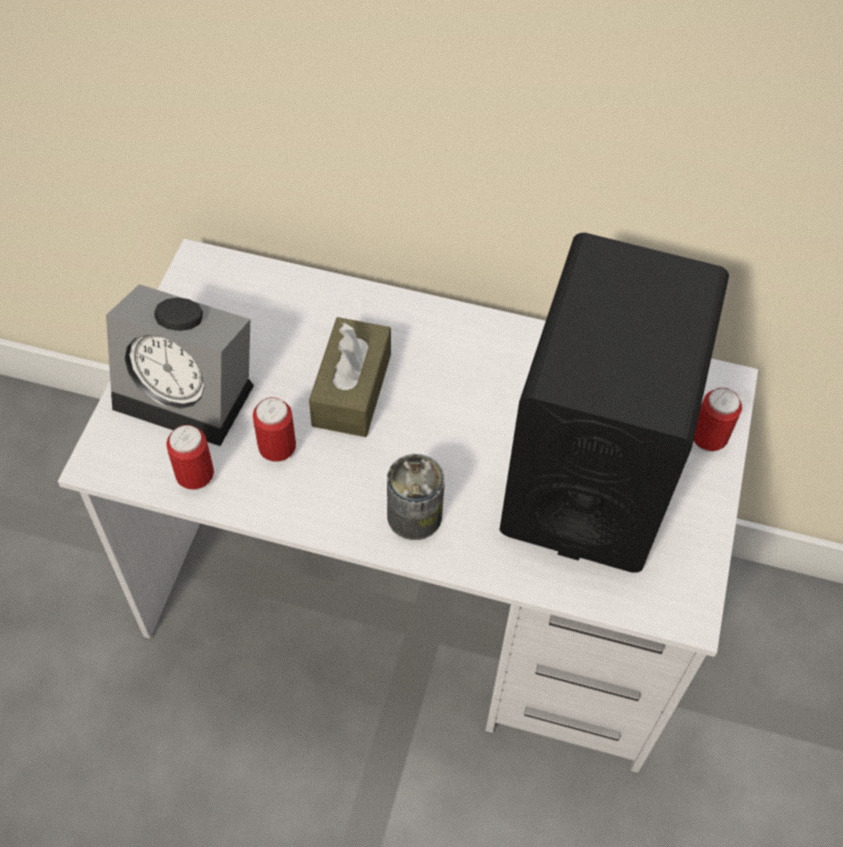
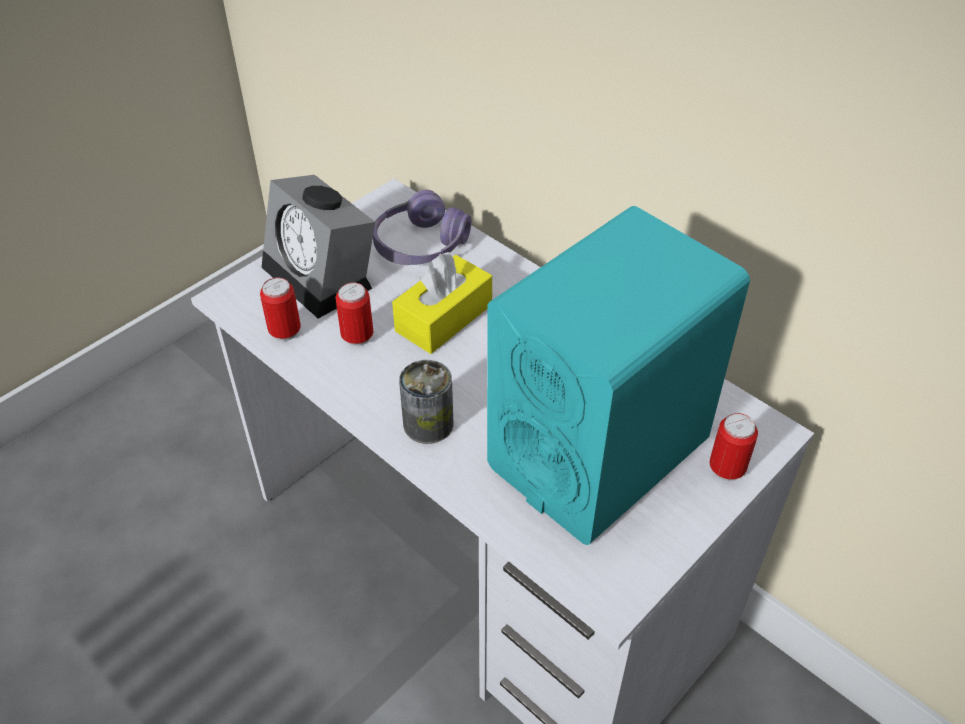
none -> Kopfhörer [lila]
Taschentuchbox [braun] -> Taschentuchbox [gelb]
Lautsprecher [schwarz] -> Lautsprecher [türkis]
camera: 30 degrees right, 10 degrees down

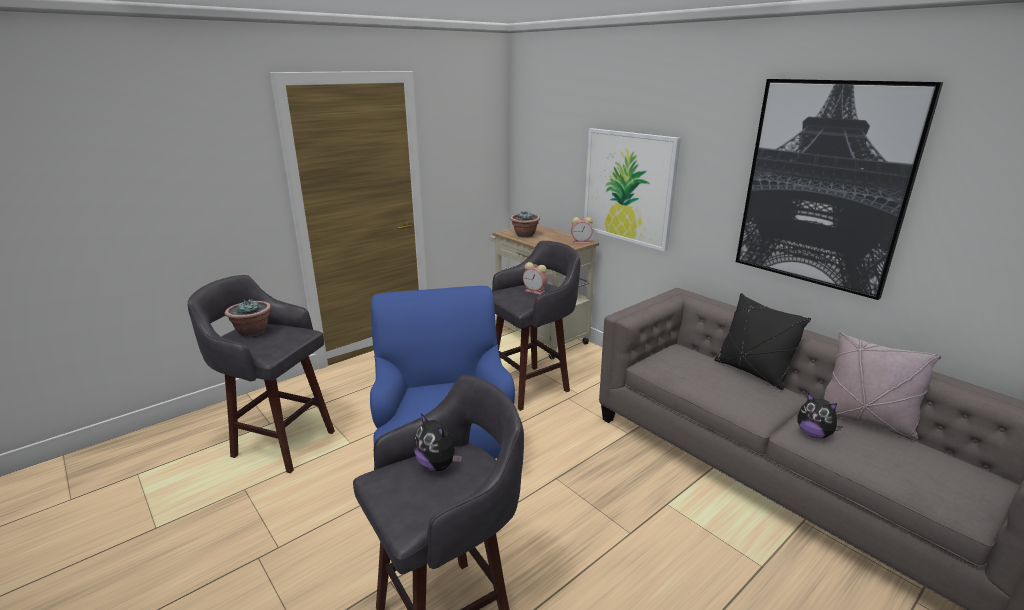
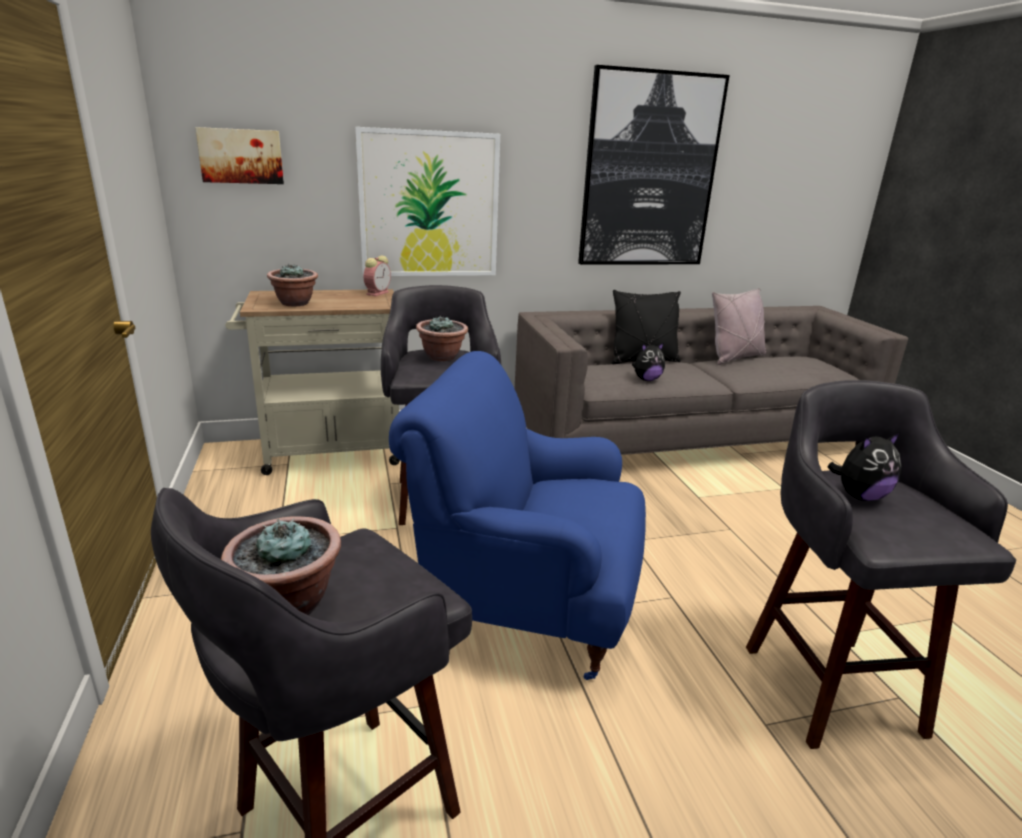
none -> Bild (1st from left)
Plüschtier (2nd from left in the first image) -> Plüschtier (1st from left), moved
Wecker (1st from left) -> Topfpflanze (3rd from left)
camera: 65 degrees left, 0 degrees up

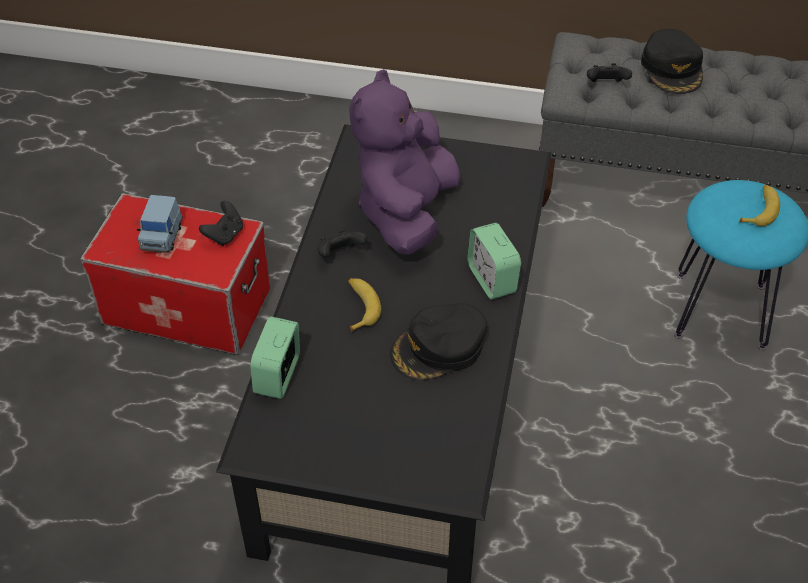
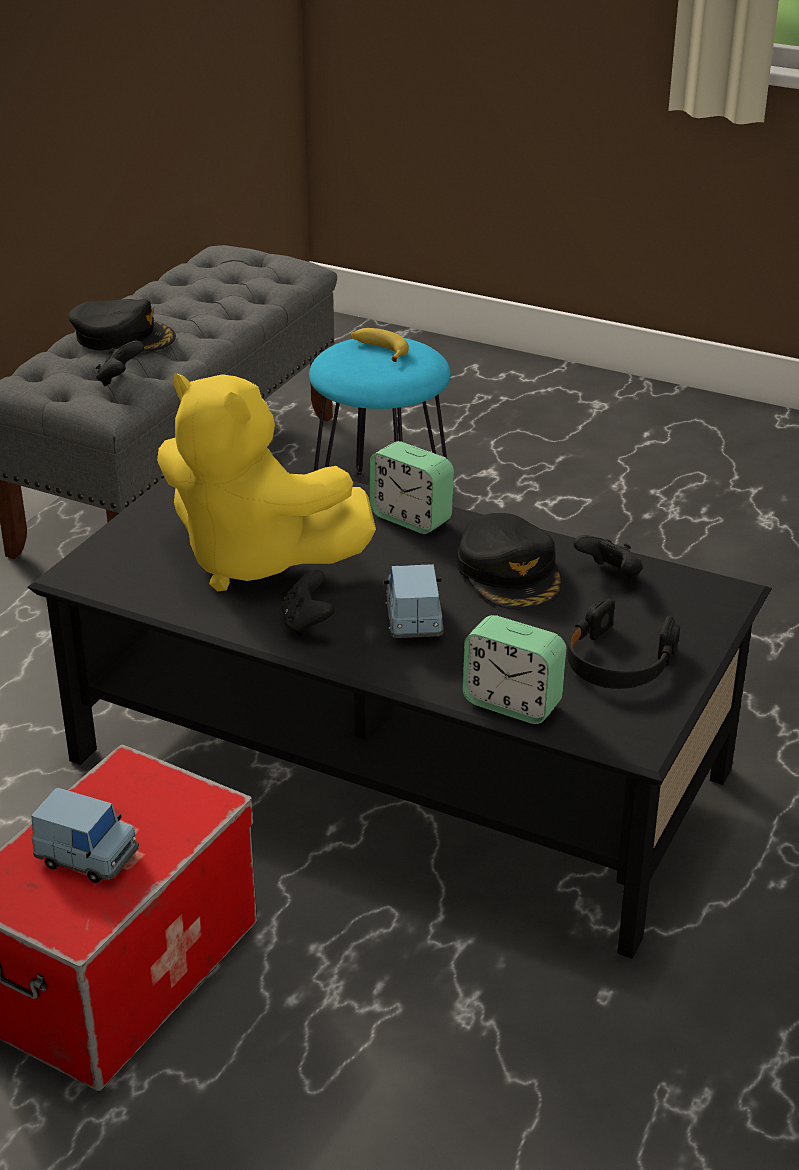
none -> Kopfhörer [schwarz]
Gamepad [schwarz] (1st from left in the first image) -> Gamepad [schwarz] (3rd from left), moved
Banane (1st from left) -> Spielzeugauto [blau] (2nd from left)
Plüschtier [lila] -> Plüschtier [gelb]
Wecker (2nd from left in the first image) -> Wecker (1st from left), 45 degrees clockwise
camera: 75 degrees left, 15 degrees down

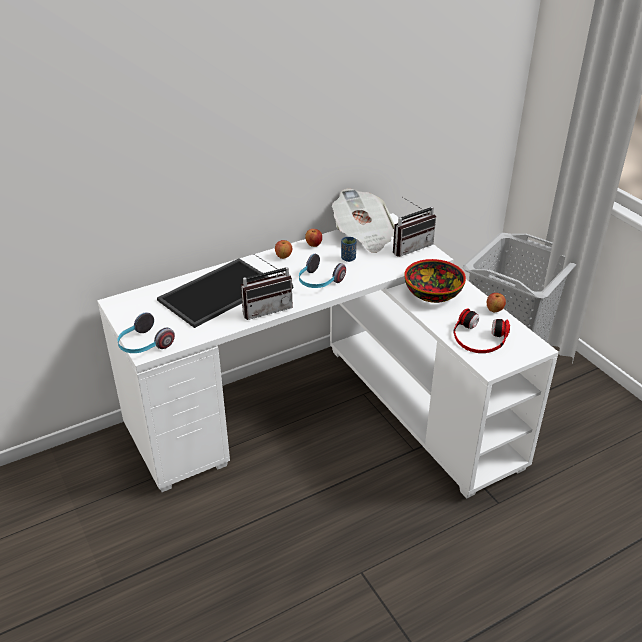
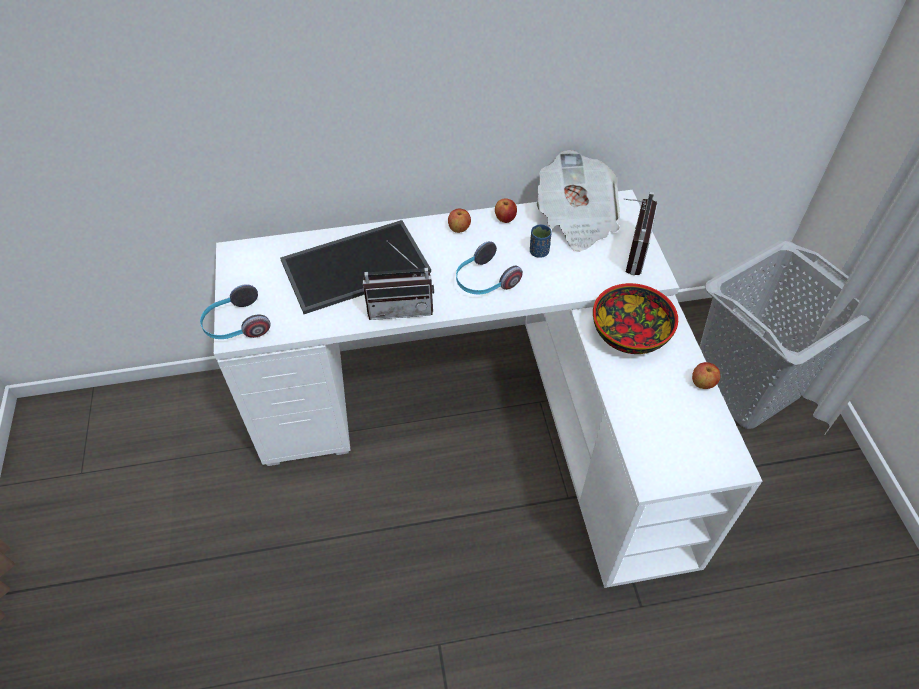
Kopfhörer (3rd from left) -> none
Radio (2nd from left), 60 degrees counterclockwise
camera: 20 degrees right, 15 degrees up

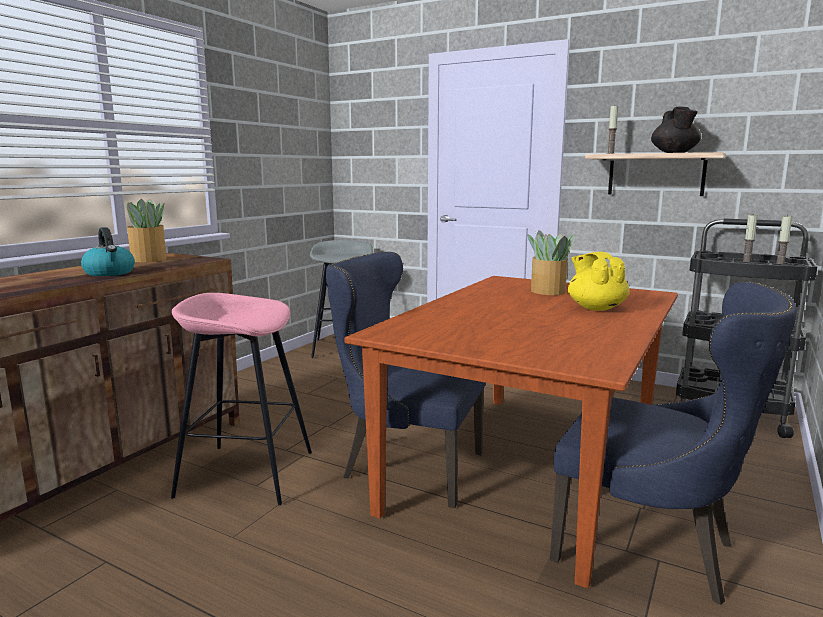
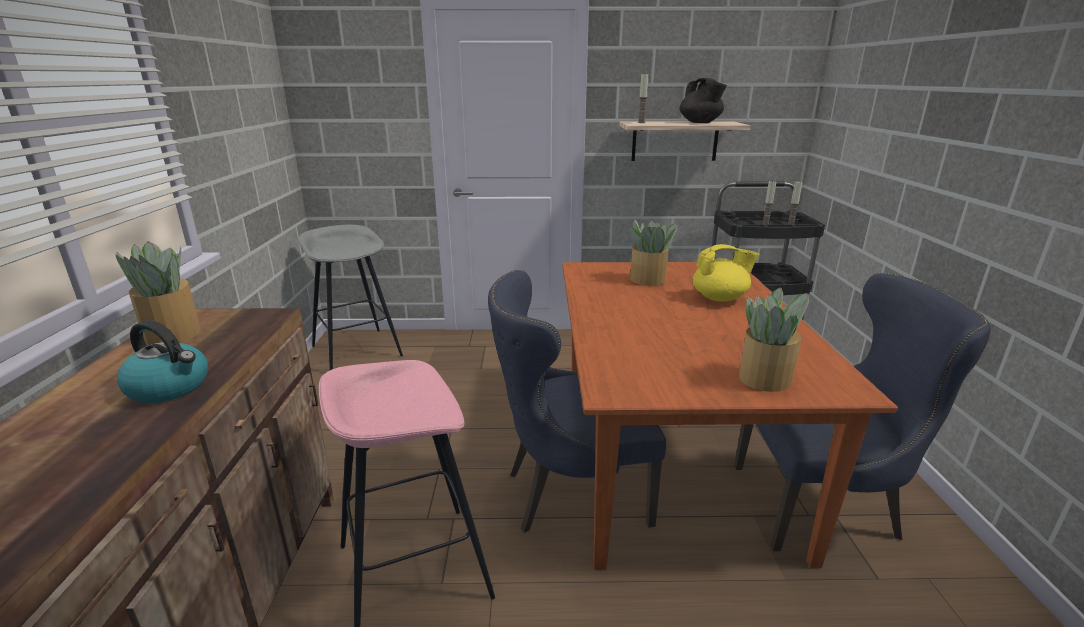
none -> Topfpflanze (3rd from left)
Teekanne [gelb], 135 degrees clockwise
camera: 30 degrees left, 10 degrees up

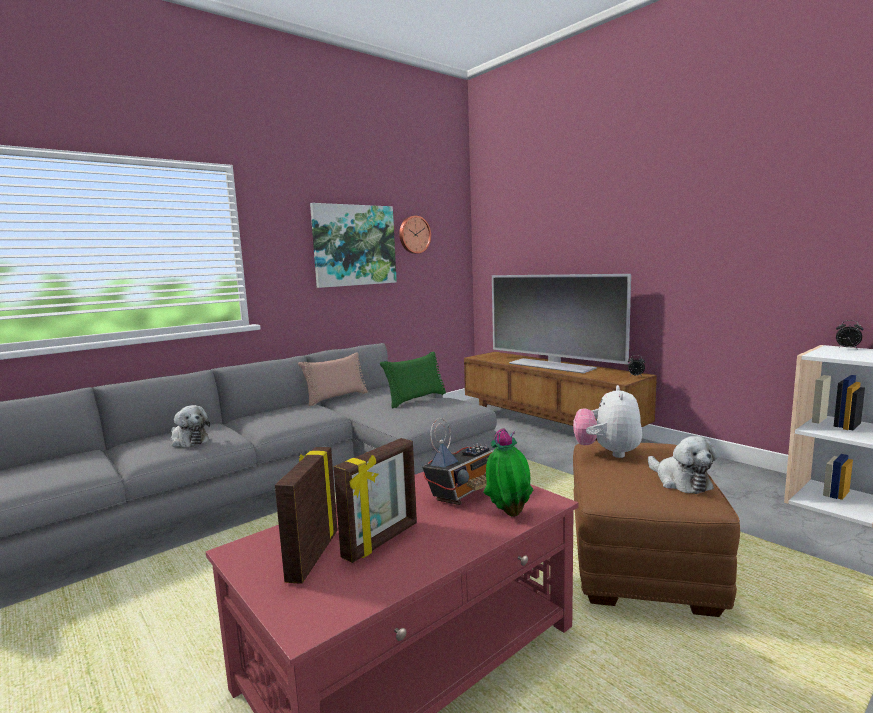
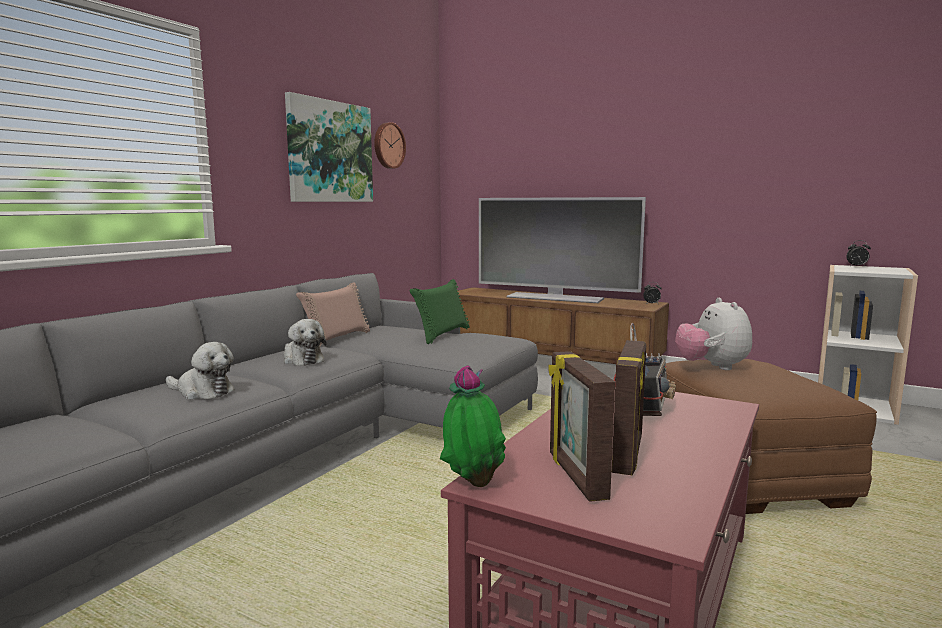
Topfpflanze, moved
Plüschtier (3rd from left in the first image) -> Plüschtier (2nd from left), moved
camera: 20 degrees left, 0 degrees up

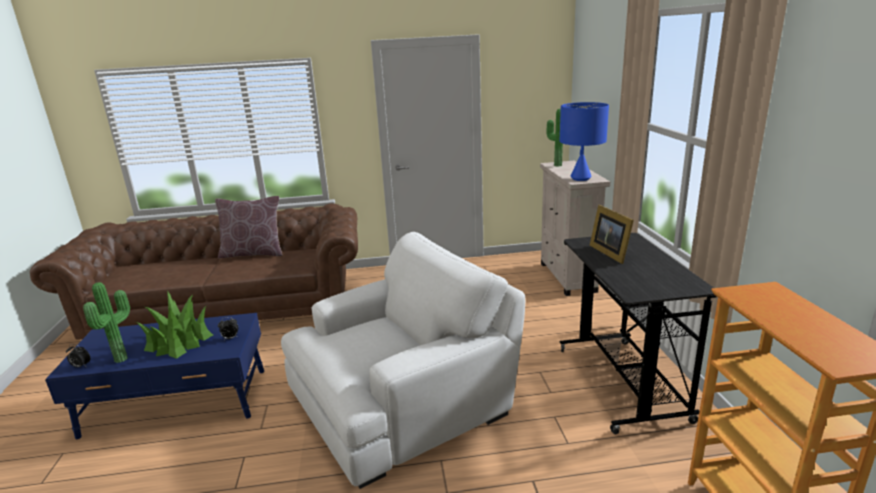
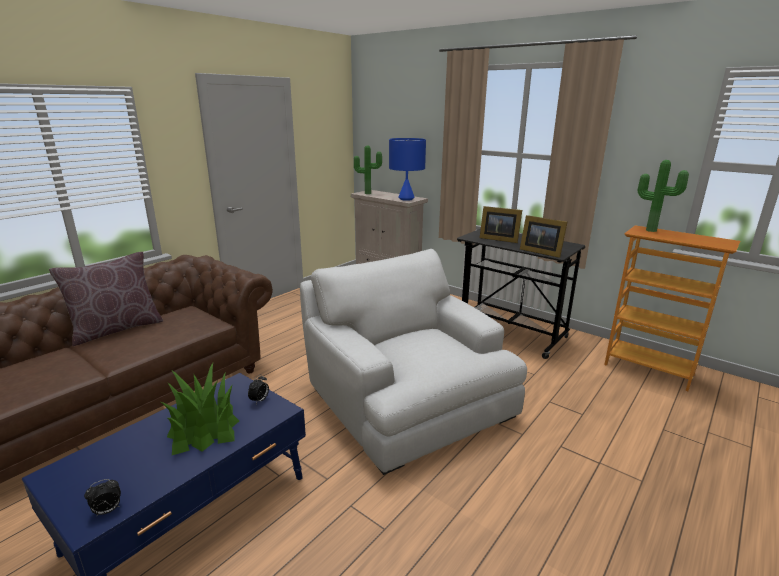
none -> Bilderrahmen (2nd from left)
Topfpflanze (1st from left in the first image) -> Topfpflanze (3rd from left), moved
Sessel [weiß], 45 degrees counterclockwise
camera: 45 degrees left, 0 degrees up

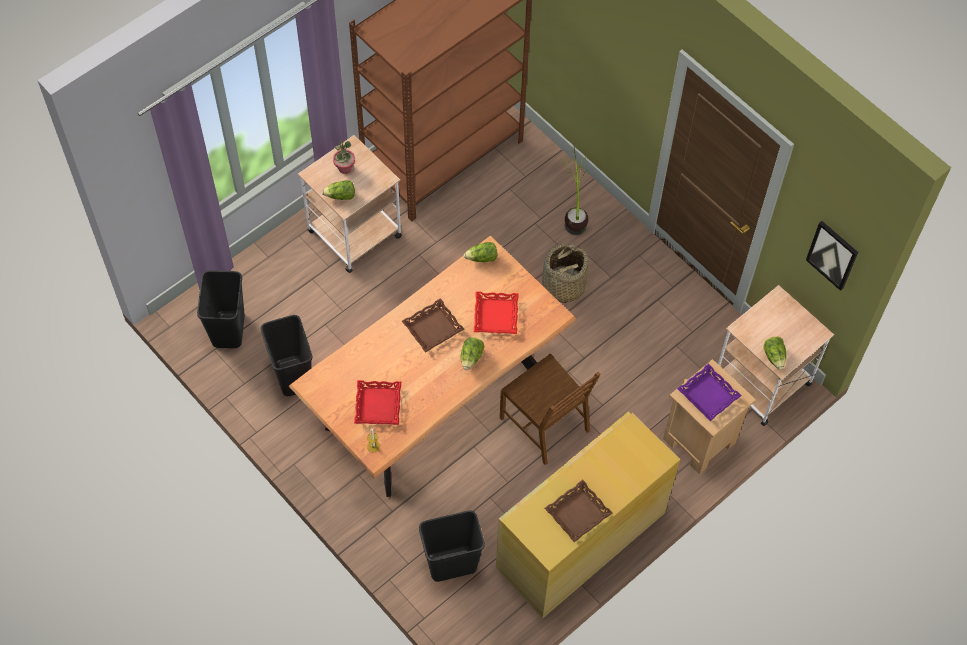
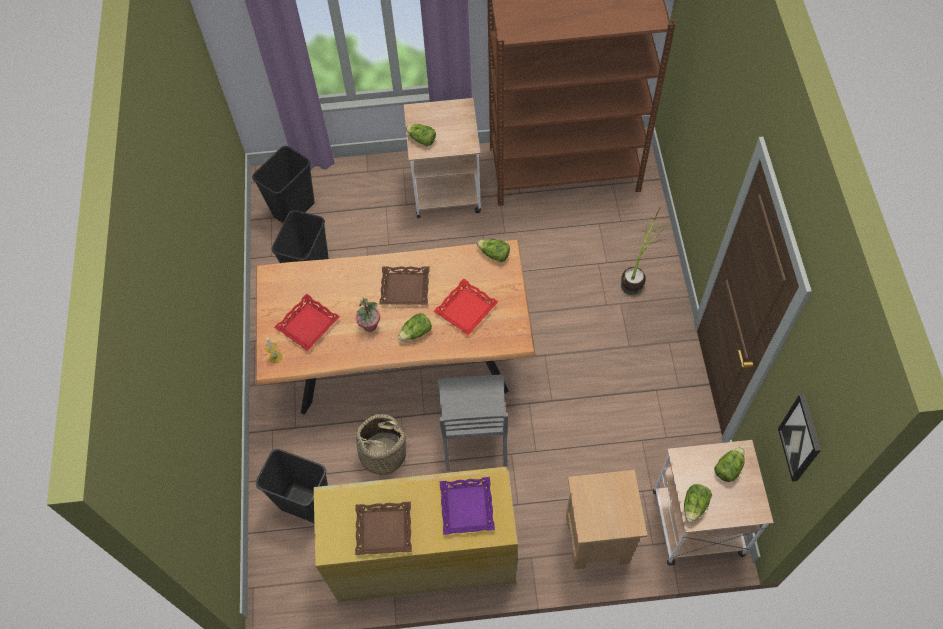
none -> Salatkopf (5th from left)
Topfpflanze (1st from left), moved
Korb, moved
Tablett [lila], moved
Stuhl [braun] -> Stuhl [grau]
camera: 40 degrees right, 0 degrees up

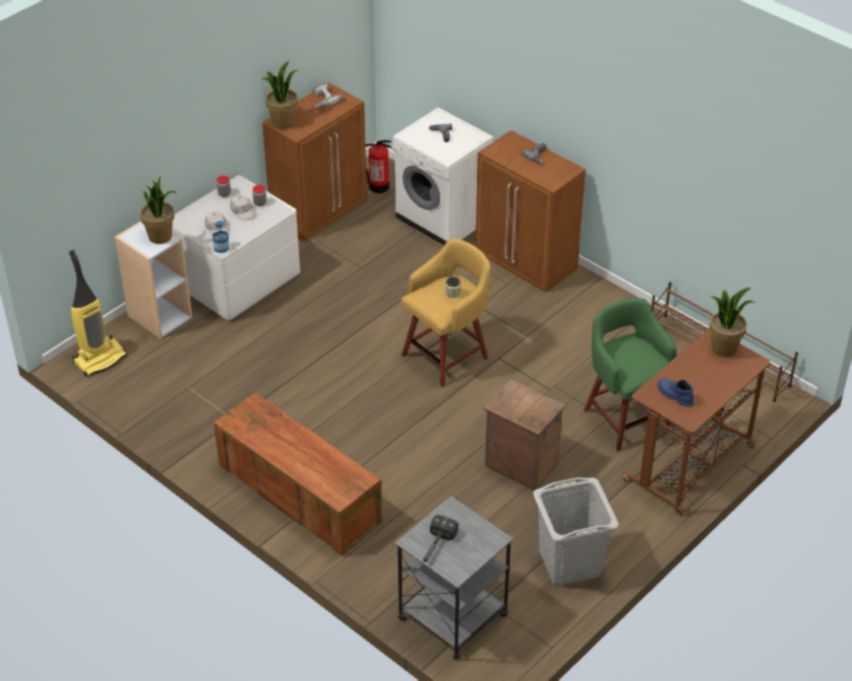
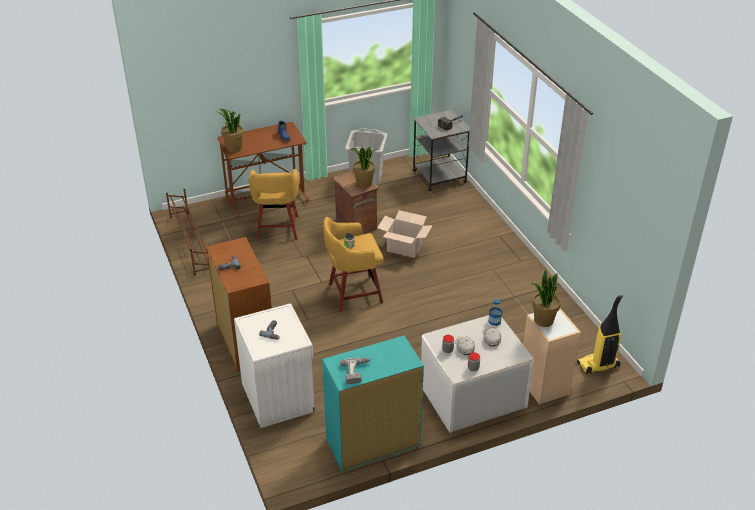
Bank [braun] -> none
Feuerlöscher -> none
none -> Karton
Topfpflanze (2nd from left), moved
Schrank [braun] (1st from left) -> Schrank [türkis]
Hocker [grün] -> Hocker [gelb] (1st from left)
camera: 155 degrees left, 5 degrees down

